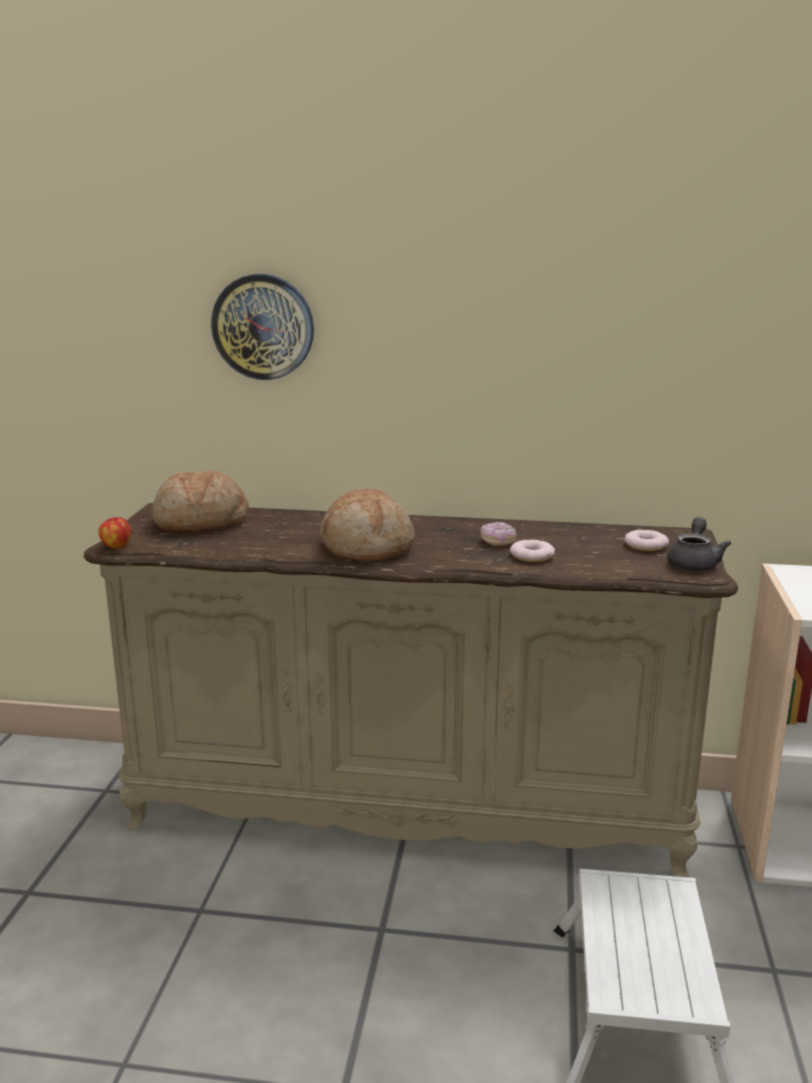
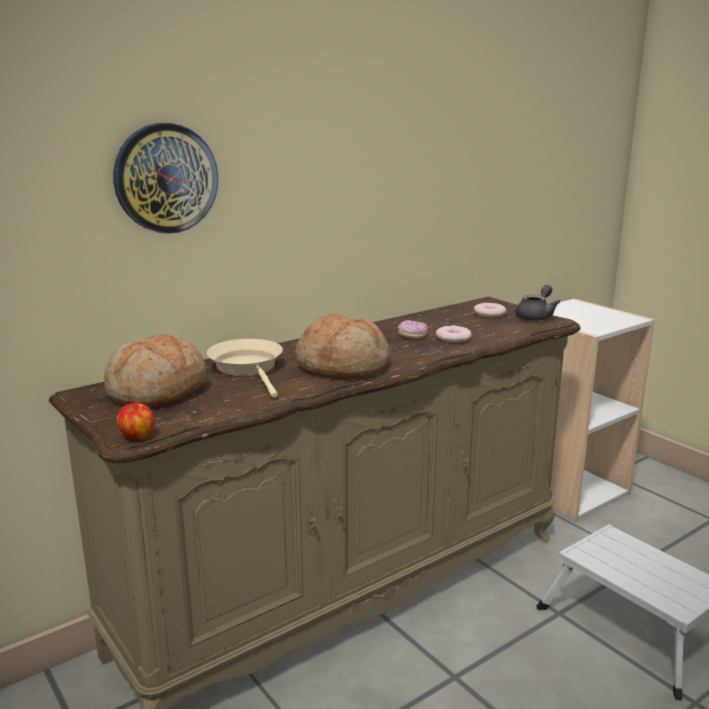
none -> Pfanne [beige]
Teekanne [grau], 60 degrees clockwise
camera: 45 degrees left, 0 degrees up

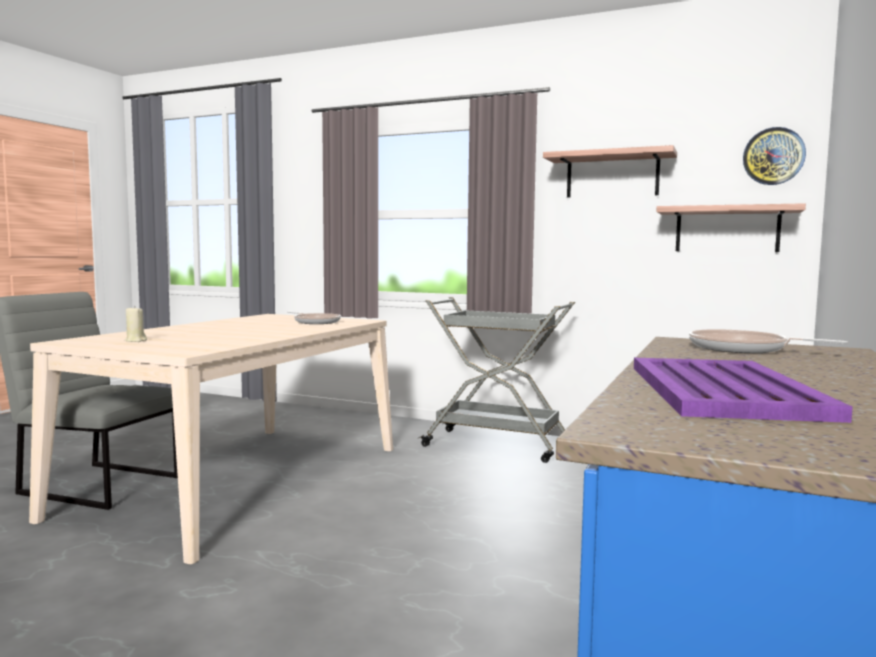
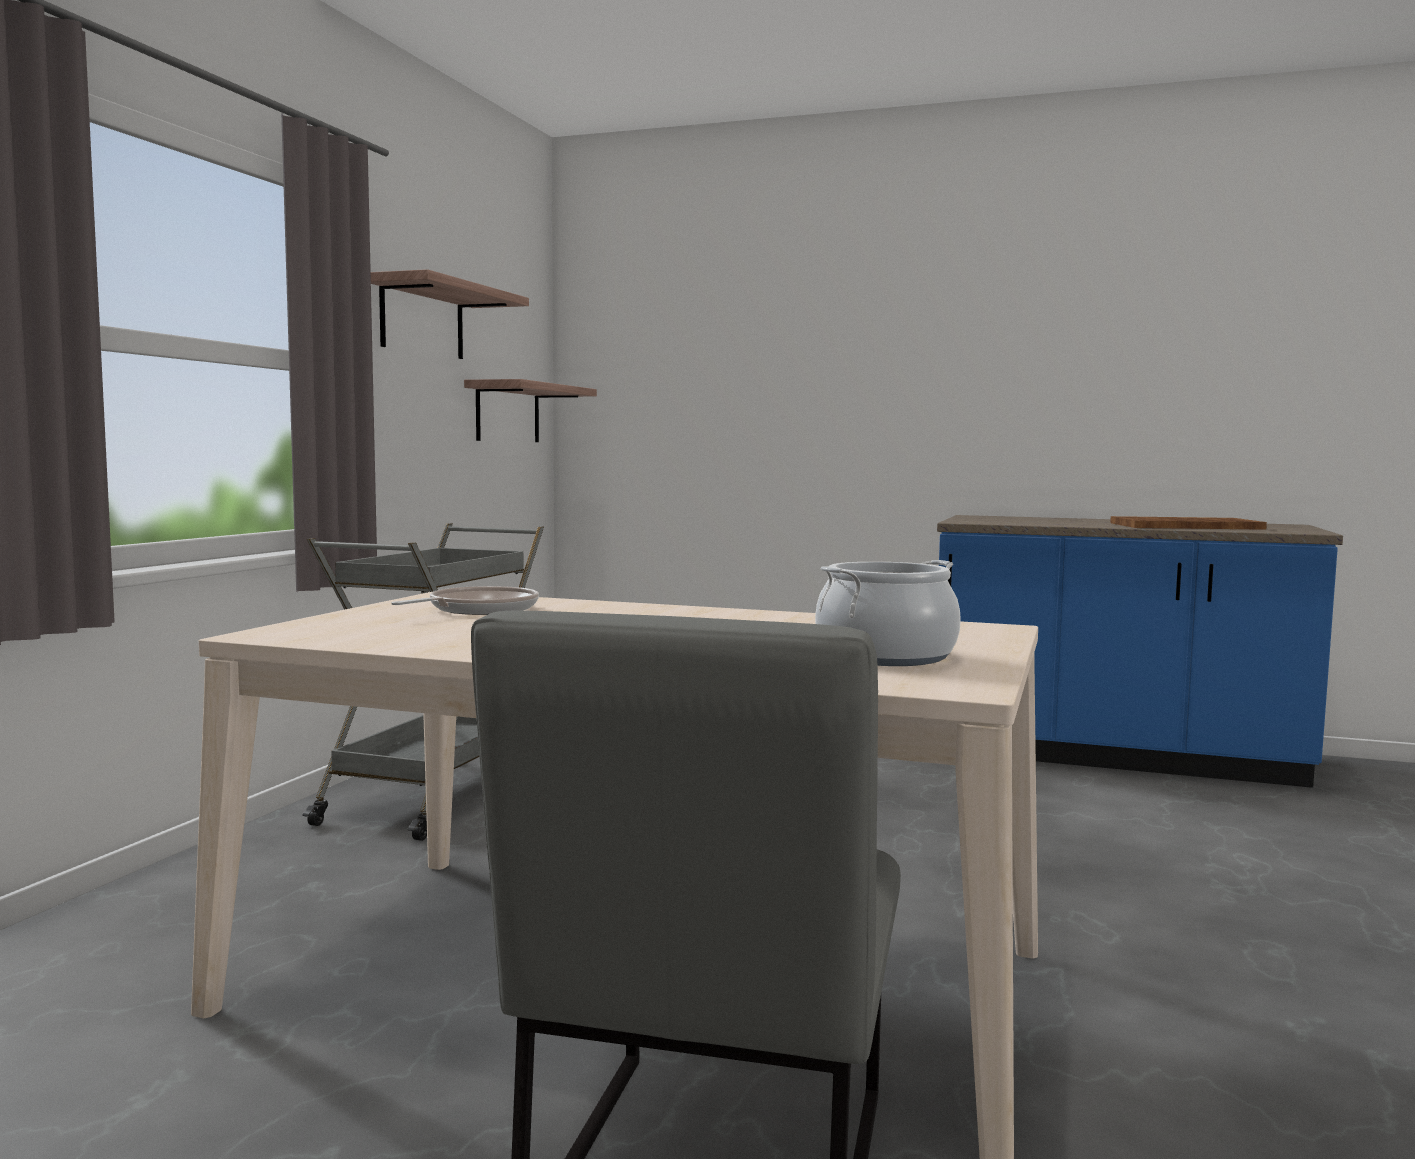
Pfanne (2nd from left) -> none
Wanduhr -> none
Kerze [beige] -> Kochtopf
Tablett [lila] -> Tablett [braun]
camera: 95 degrees left, 0 degrees up

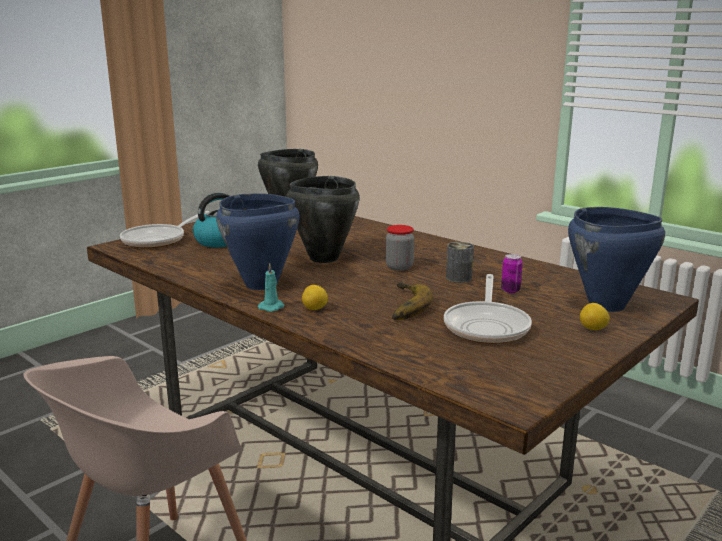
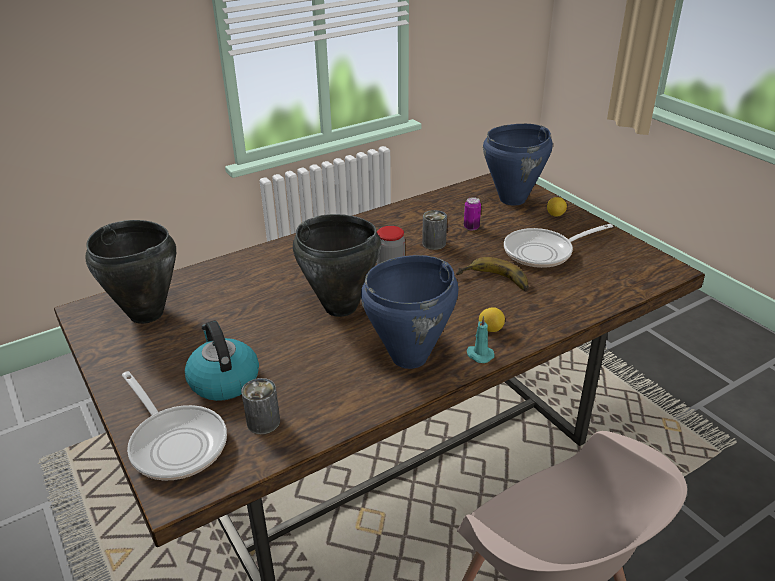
none -> Dose (1st from left)
Pfanne (2nd from left), 135 degrees clockwise
camera: 75 degrees left, 15 degrees up

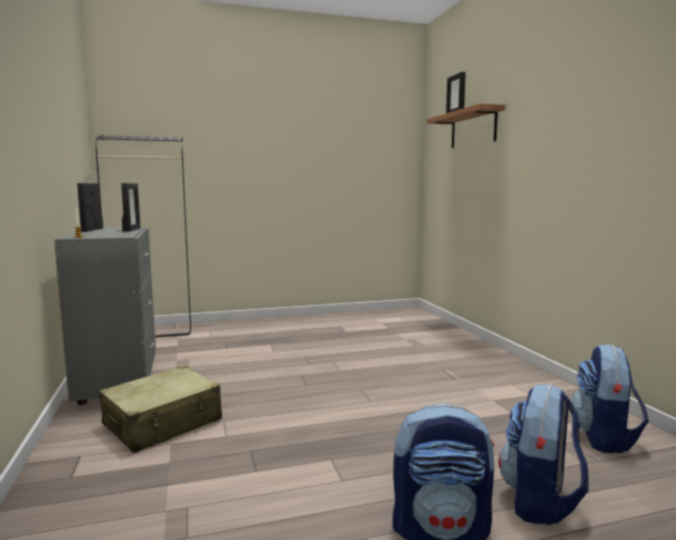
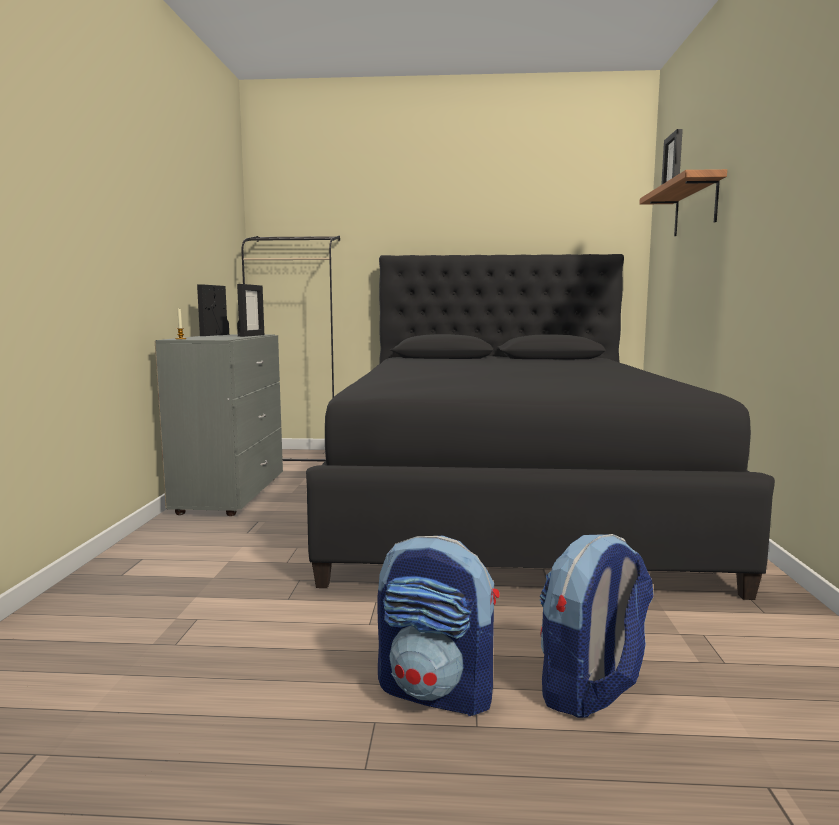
Koffer [beige] -> none
Rucksack (3rd from left) -> none
none -> Bett [schwarz]
camera: 20 degrees right, 0 degrees up

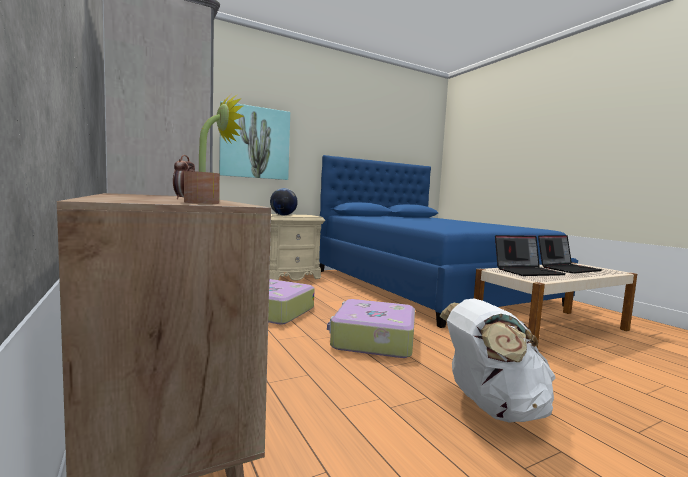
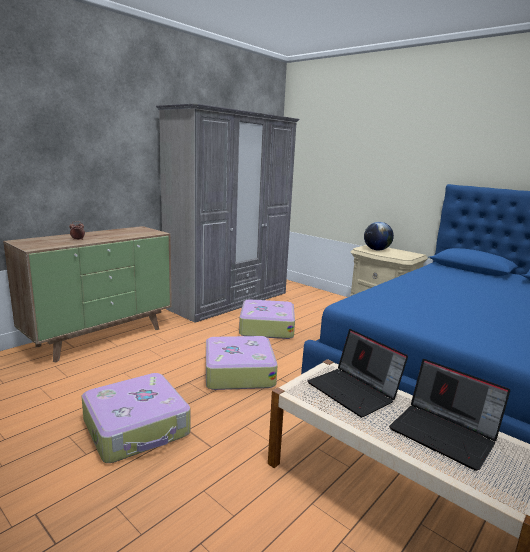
Topfpflanze -> none
Bild -> none
Rucksack [weiß] -> Koffer (1st from left)
camera: 70 degrees right, 10 degrees up

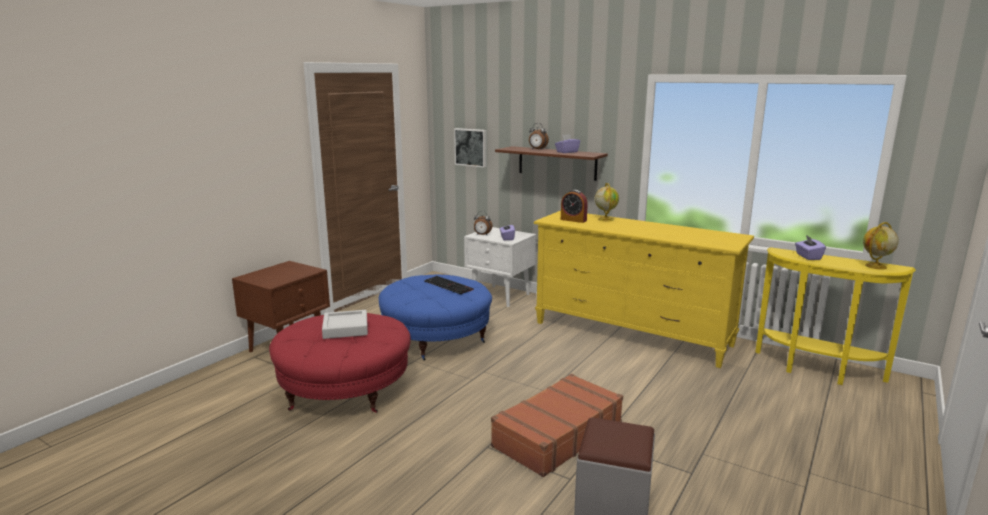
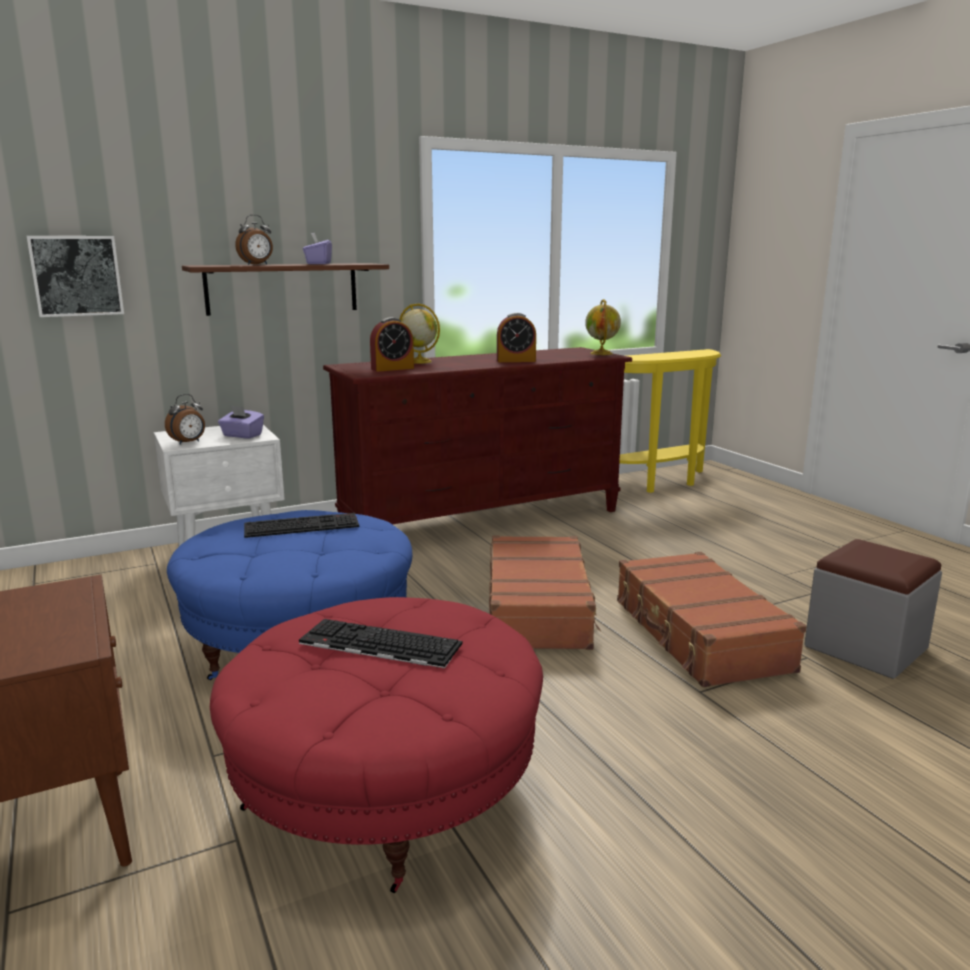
Taschentuchbox [lila] (3rd from left) -> none
none -> Koffer [braun] (1st from left)
none -> Wecker (4th from left)
Globus (2nd from left), moved
Tablett [grau] -> Tastatur (2nd from left)
Kommode [gelb] -> Kommode [rot]
camera: 60 degrees left, 0 degrees up

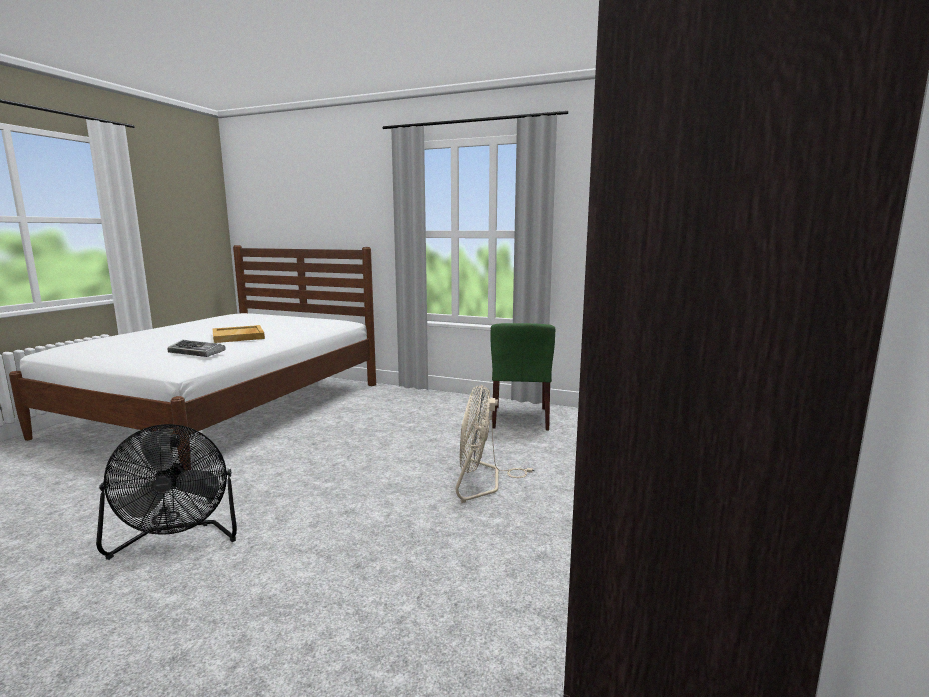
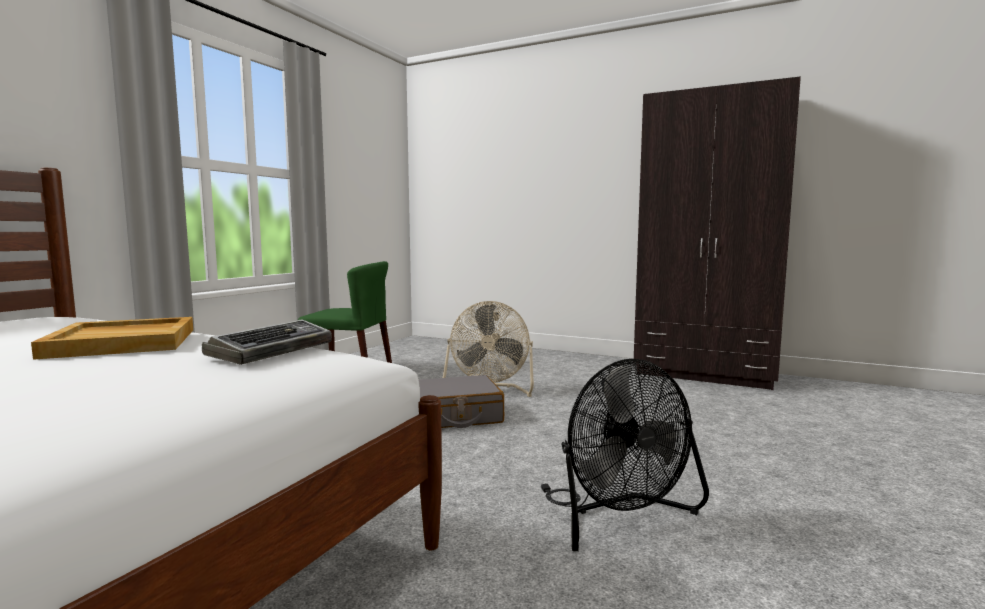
none -> Koffer [grau]
Ventilator [schwarz], 75 degrees clockwise
camera: 85 degrees left, 5 degrees down

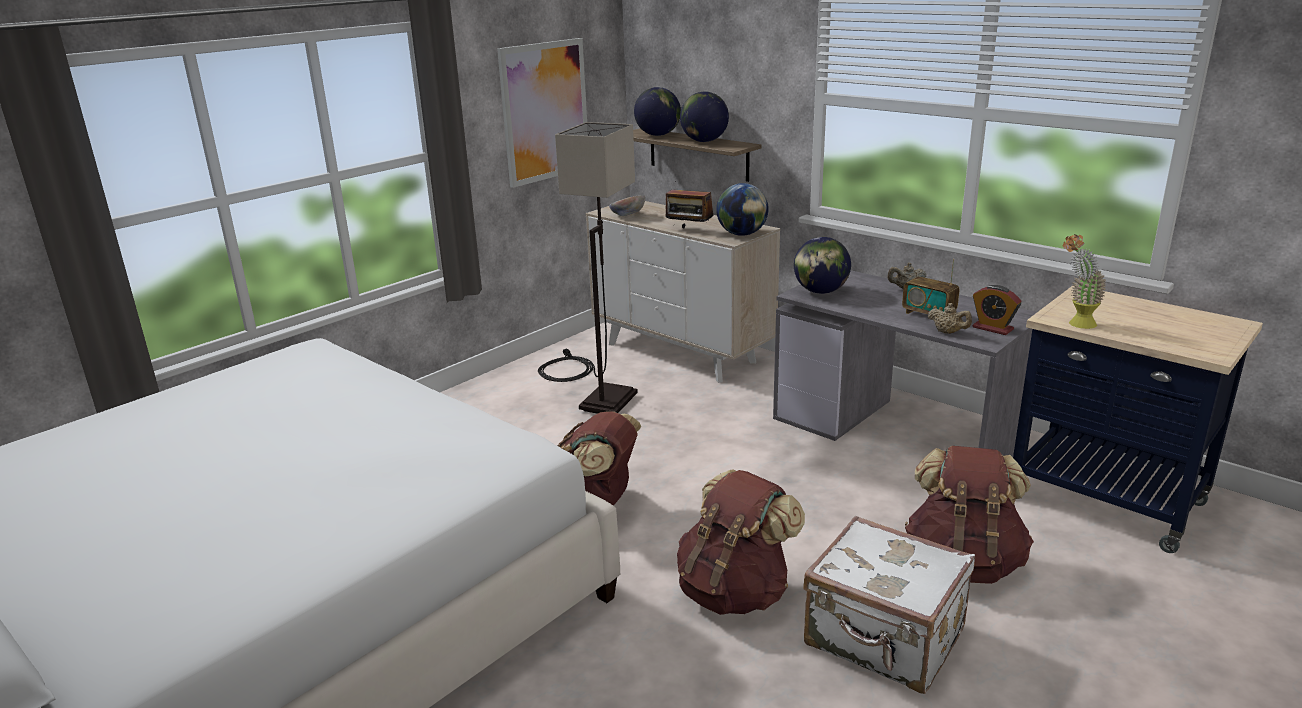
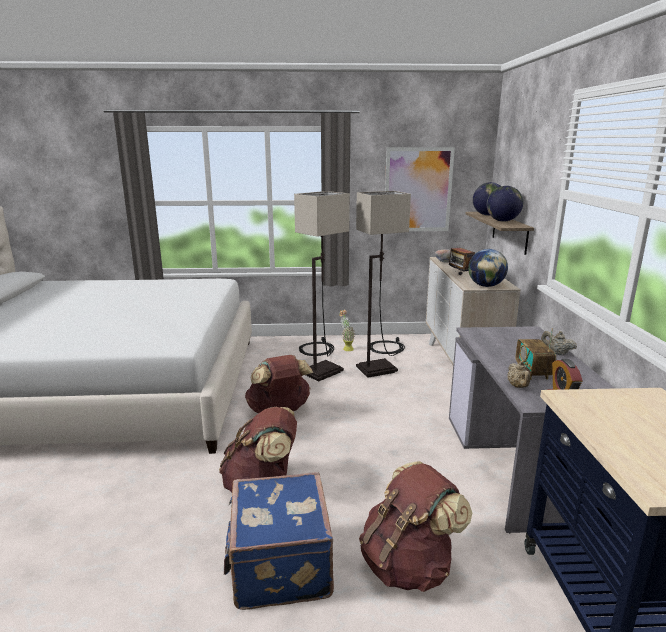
Globus (4th from left) -> none
none -> Stehlampe (1st from left)
Topfpflanze, moved
Koffer [weiß] -> Koffer [blau]
camera: 45 degrees right, 5 degrees down

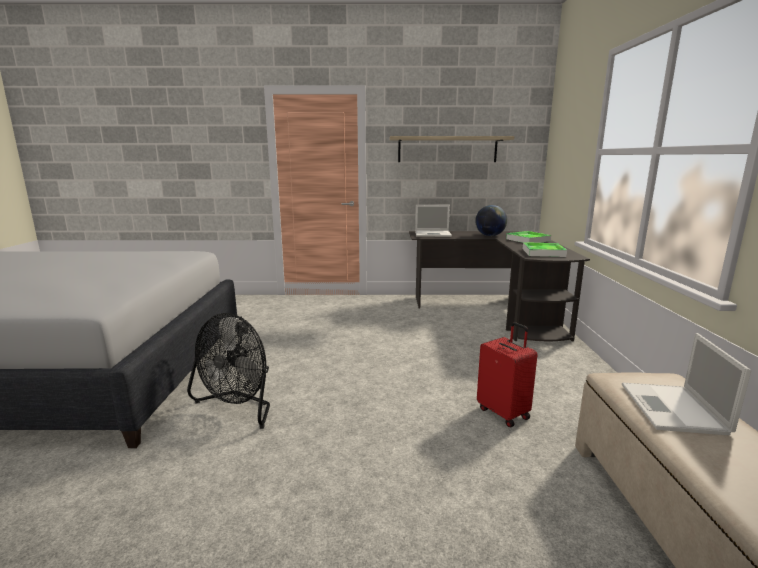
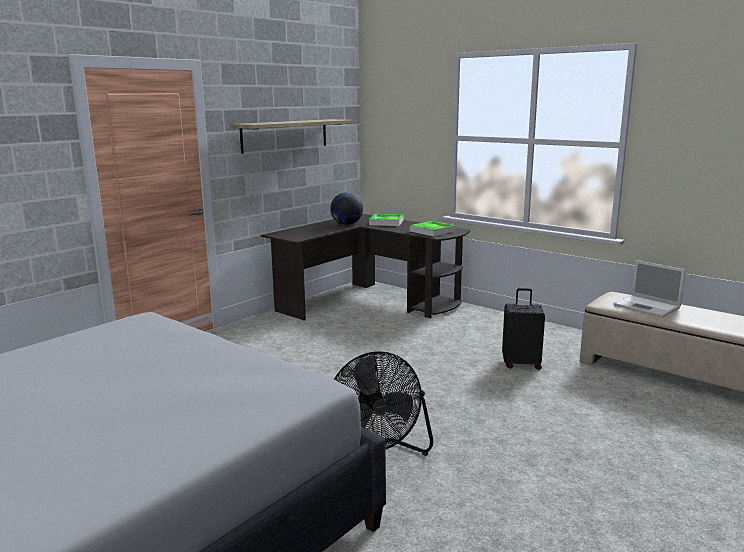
Laptop (1st from left) -> none
Koffer [rot] -> Koffer [schwarz]
camera: 50 degrees left, 0 degrees up

